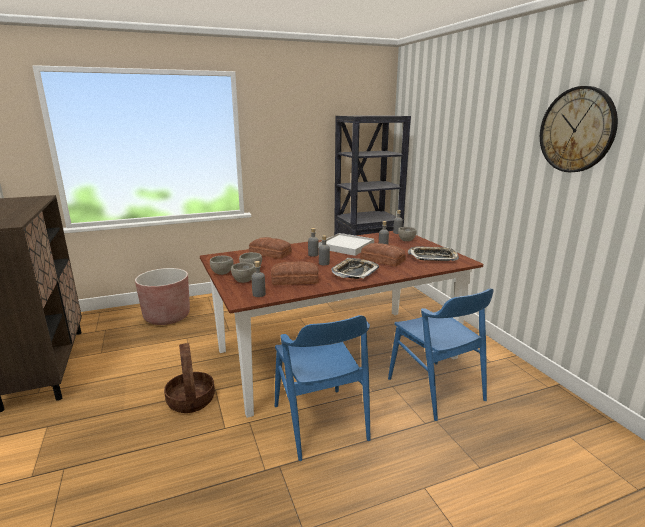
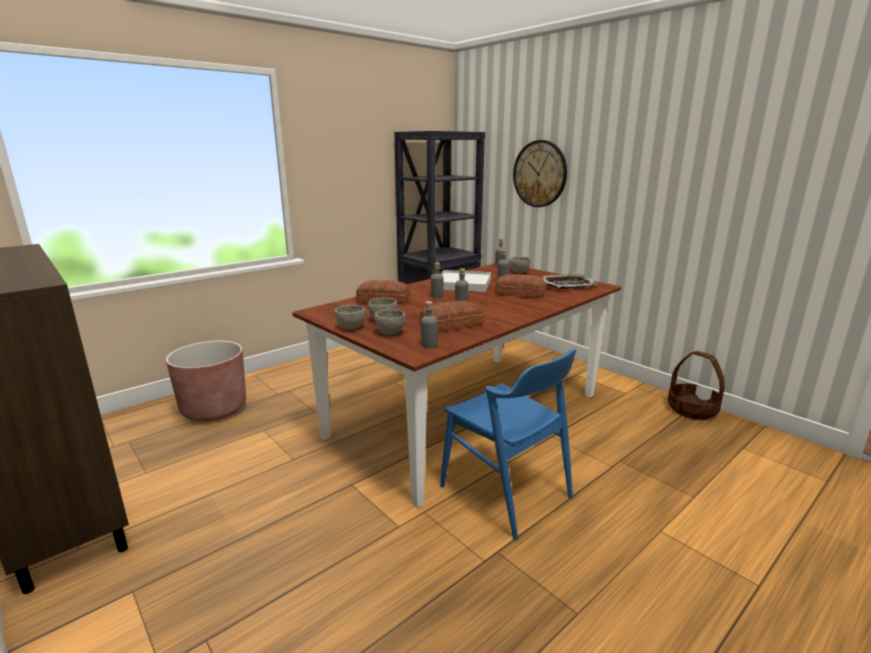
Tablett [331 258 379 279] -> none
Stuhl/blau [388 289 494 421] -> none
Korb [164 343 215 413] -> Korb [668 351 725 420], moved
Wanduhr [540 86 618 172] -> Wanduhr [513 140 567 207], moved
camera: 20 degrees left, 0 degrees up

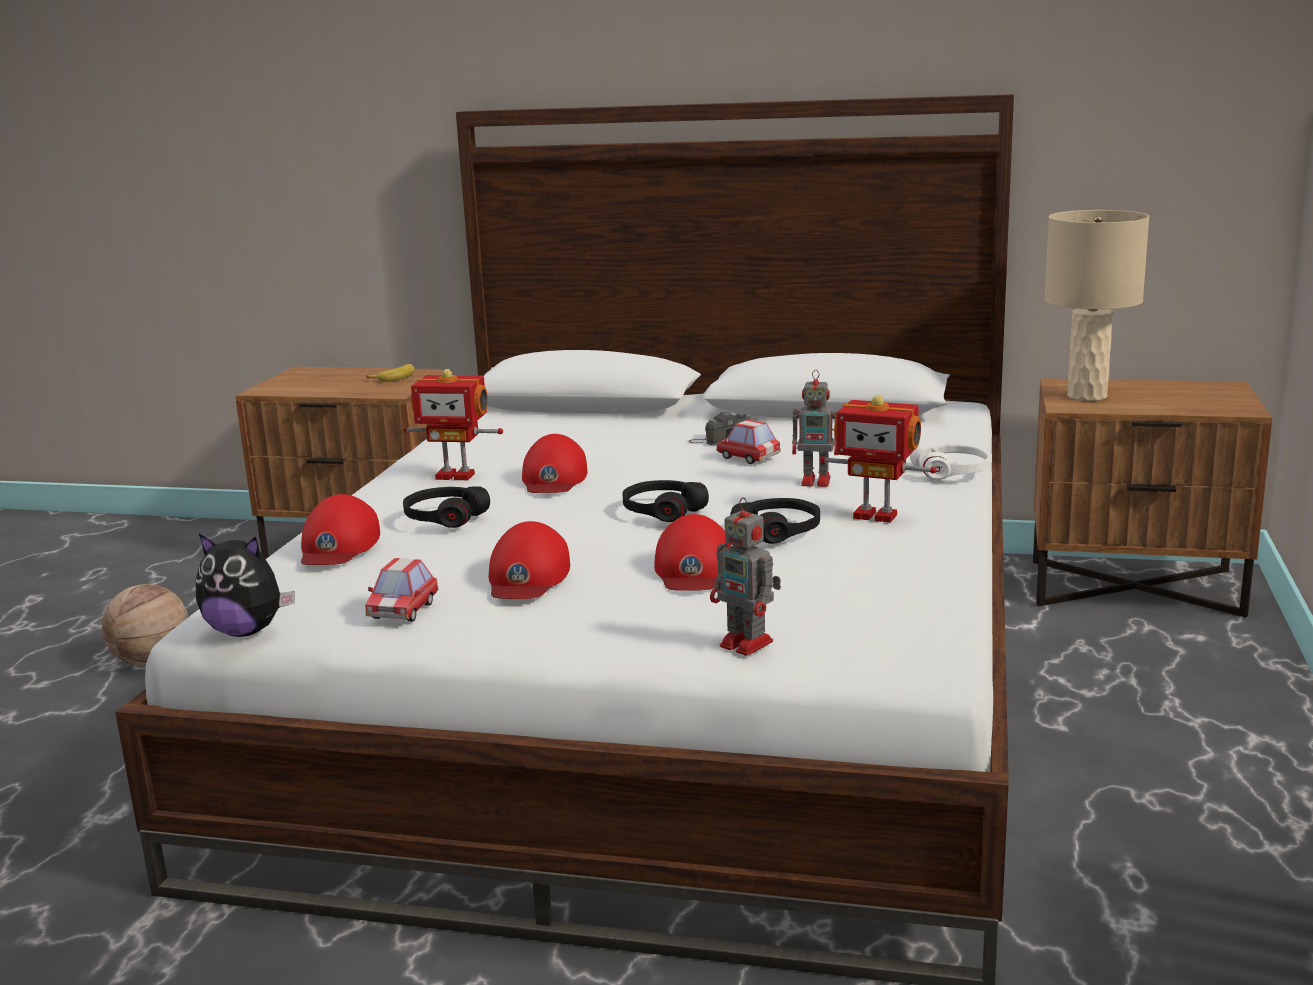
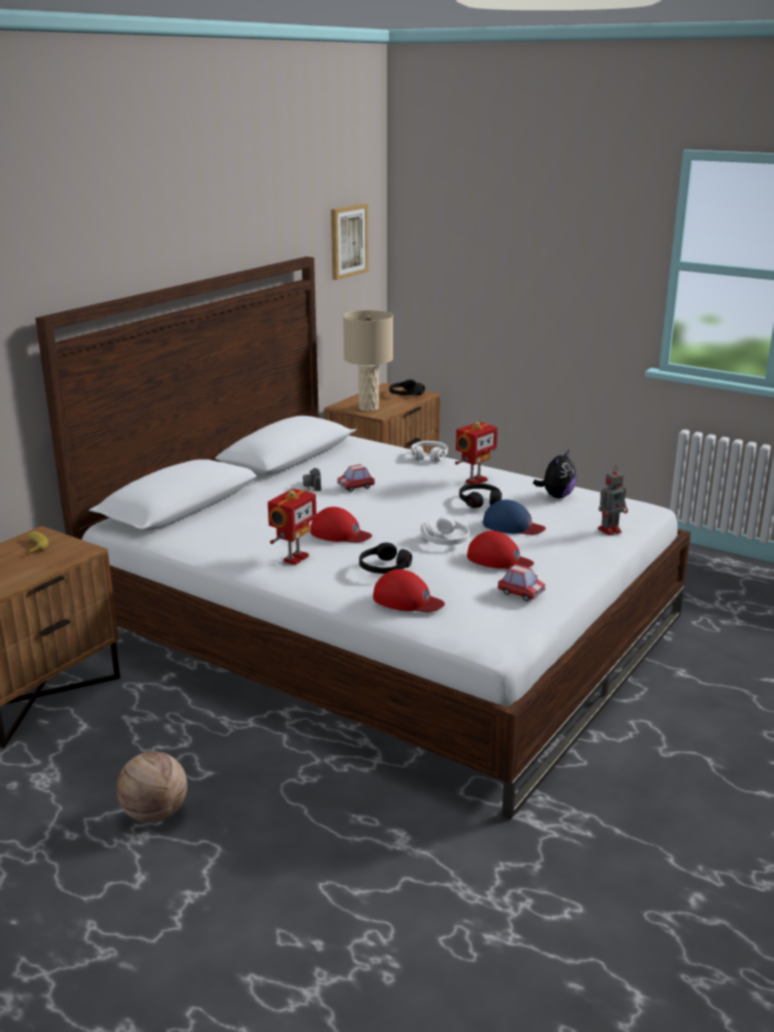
Spielzeugroboter [792 370 839 487] -> none
none -> Bild [331 204 369 280]
none -> Kopfhörer/weiß [421 517 470 545]
Plüschtier [196 534 295 637] -> Plüschtier [533 450 576 498], moved
Kopfhörer/schwarz [623 480 709 522] -> Kopfhörer/schwarz [389 379 425 395], moved
Kappe/rot [654 514 731 591] -> Kappe/blau [483 500 546 535]
camera: 70 degrees left, 5 degrees up

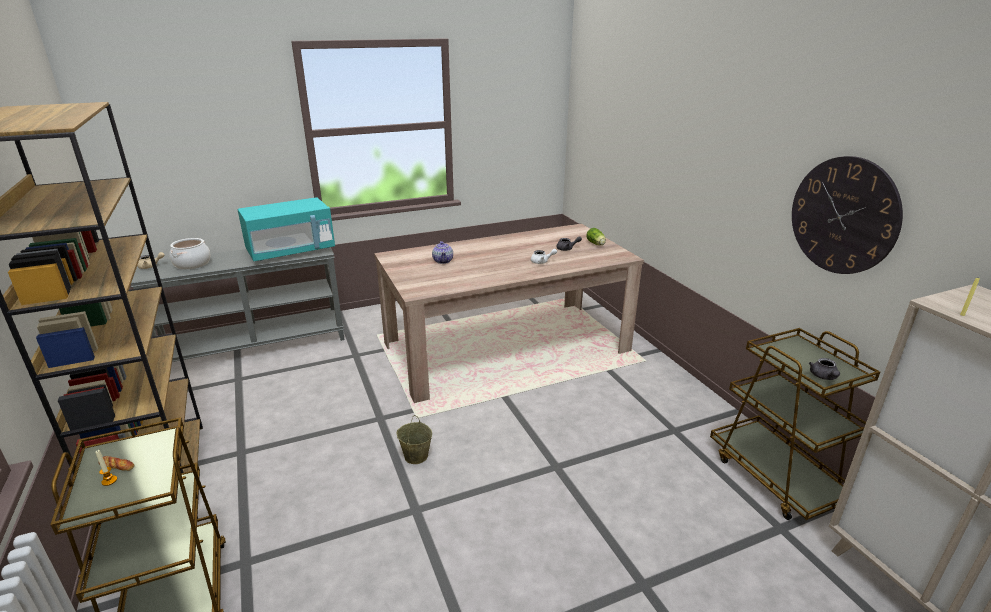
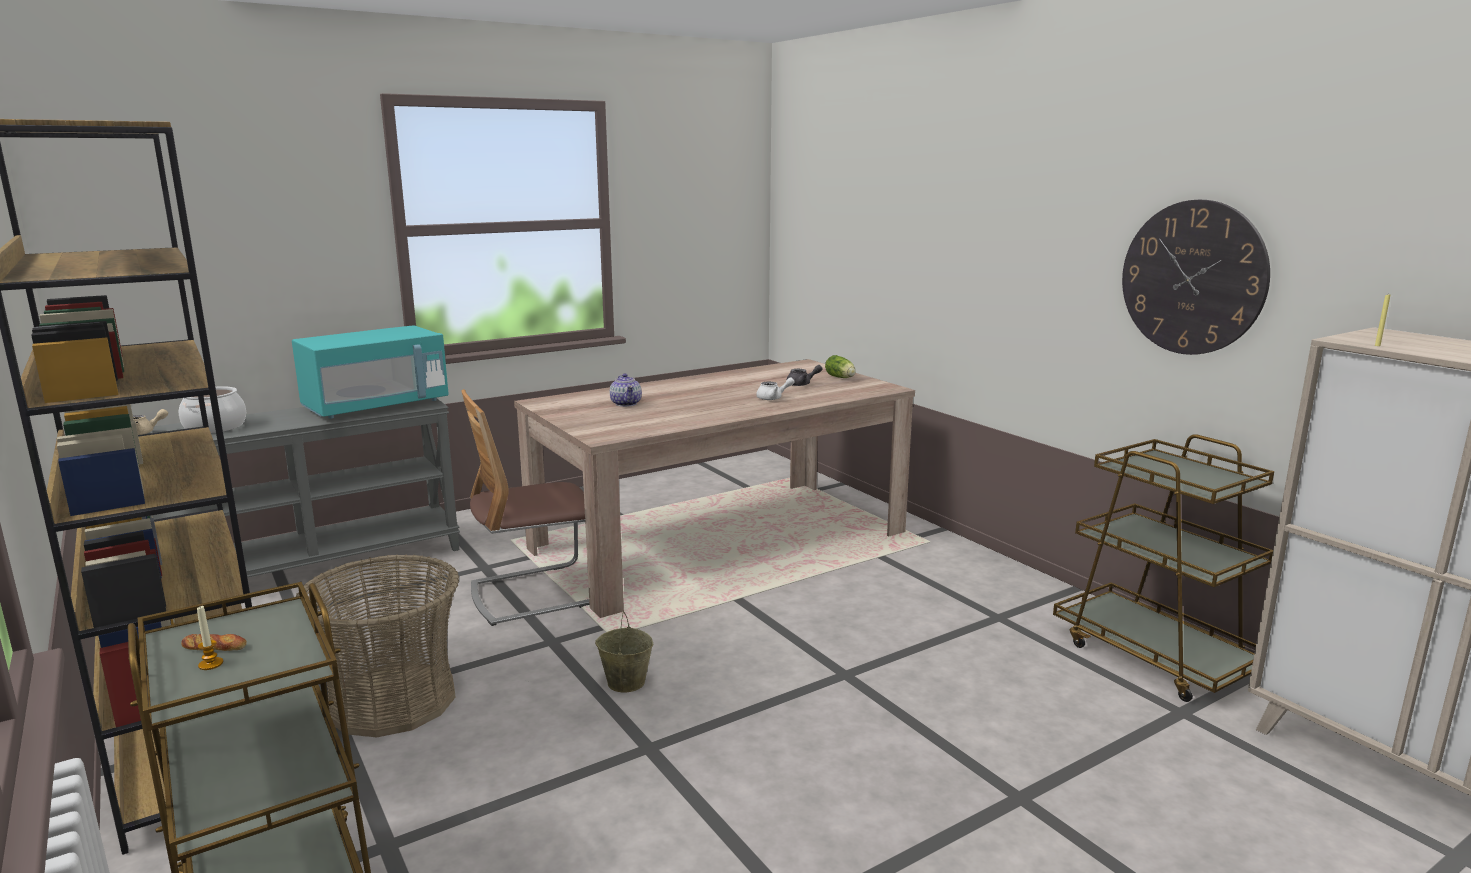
Teekanne/grau [809 358 840 380] -> none
none -> Korb [296 554 459 737]
none -> Stuhl [461 389 589 626]
camera: 10 degrees left, 10 degrees down

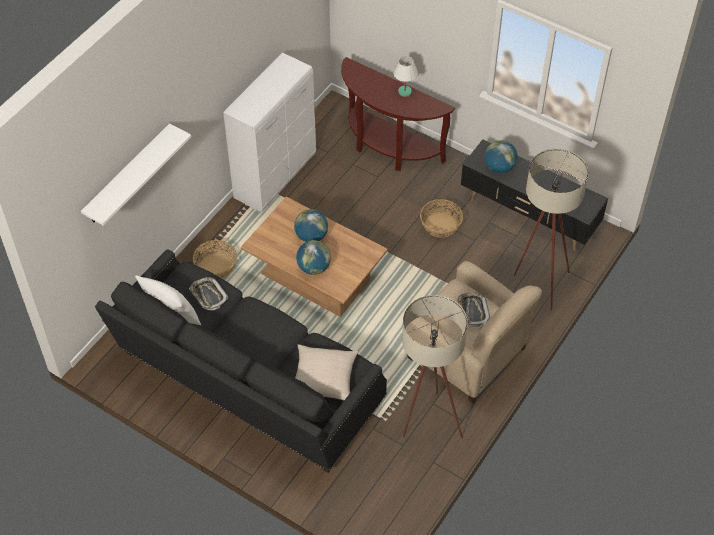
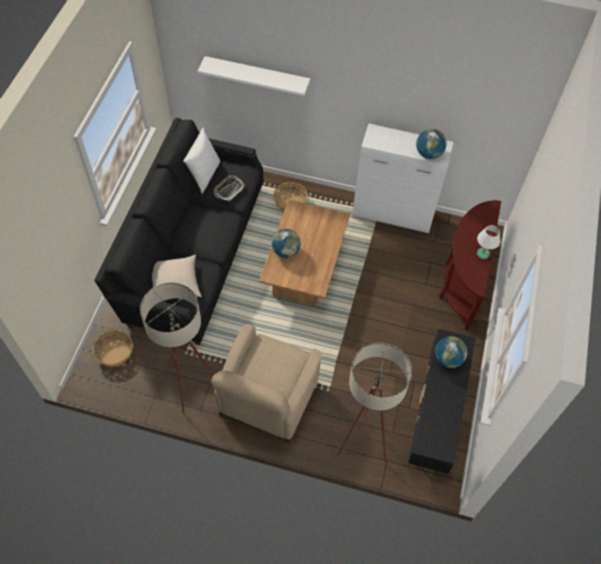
Tablett [457 292 490 327] -> none
Globus [294 209 328 242] -> Globus [416 129 447 159], moved
Korb [420 199 463 238] -> Korb [92 330 133 367], moved
camera: 70 degrees right, 5 degrees up

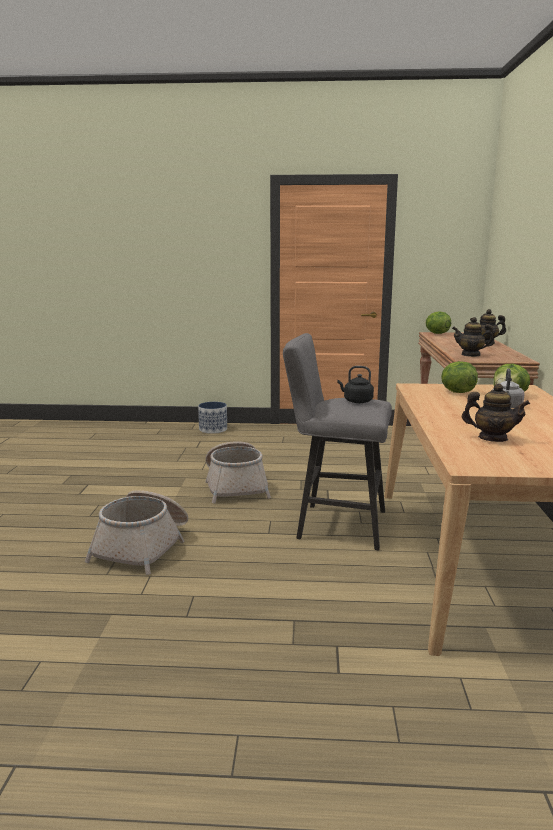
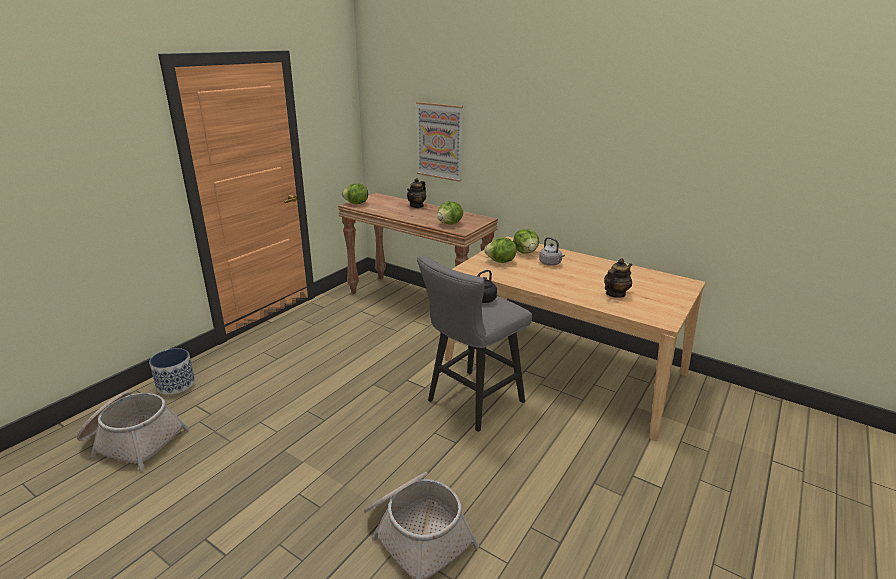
none -> Bild [416 102 463 182]
Korb [205 441 271 503] -> Korb [77 391 190 472], moved
Teekanne [452 317 494 357] -> Salatkopf [437 201 463 224]
camera: 60 degrees left, 10 degrees up

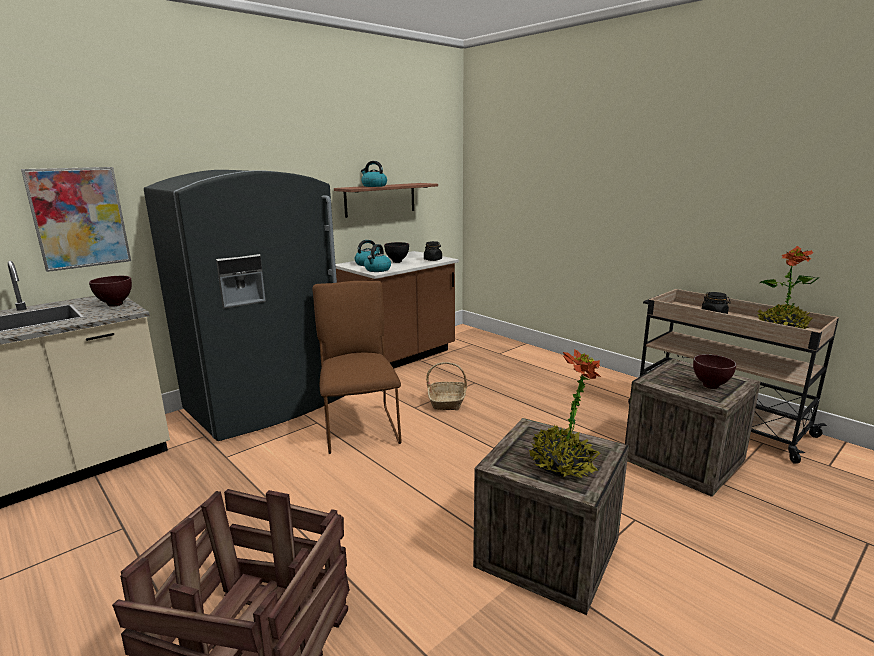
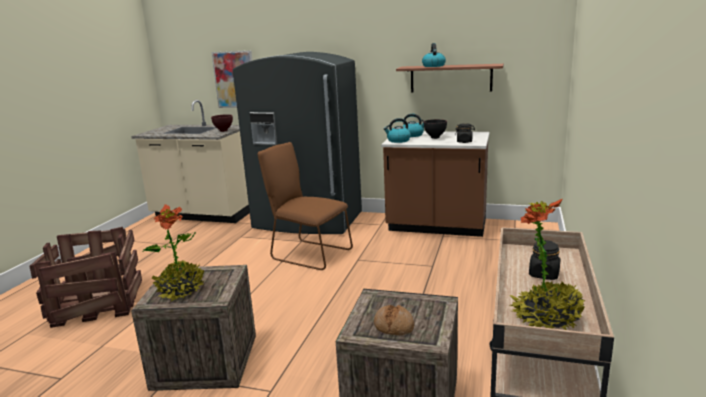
Korb [426 362 467 410] -> none
Schüssel/braun [693 354 736 389] -> Brot [374 305 414 335]
Stuhl/braun [312 281 401 454] -> Stuhl/braun [258 142 353 270], 105 degrees counterclockwise
camera: 60 degrees right, 0 degrees up

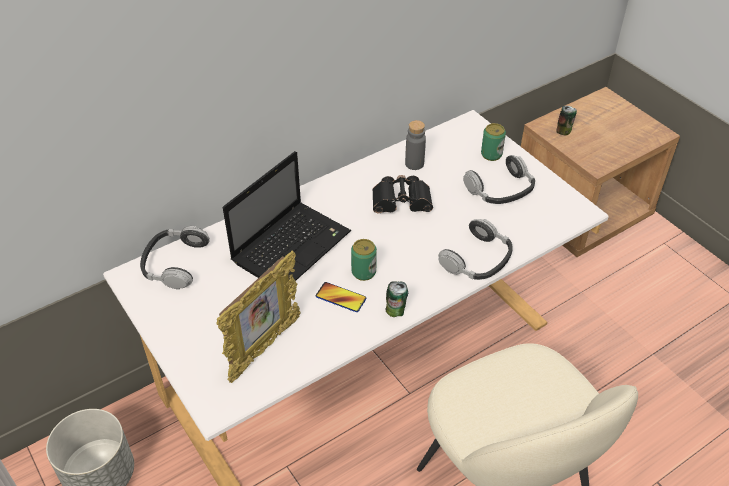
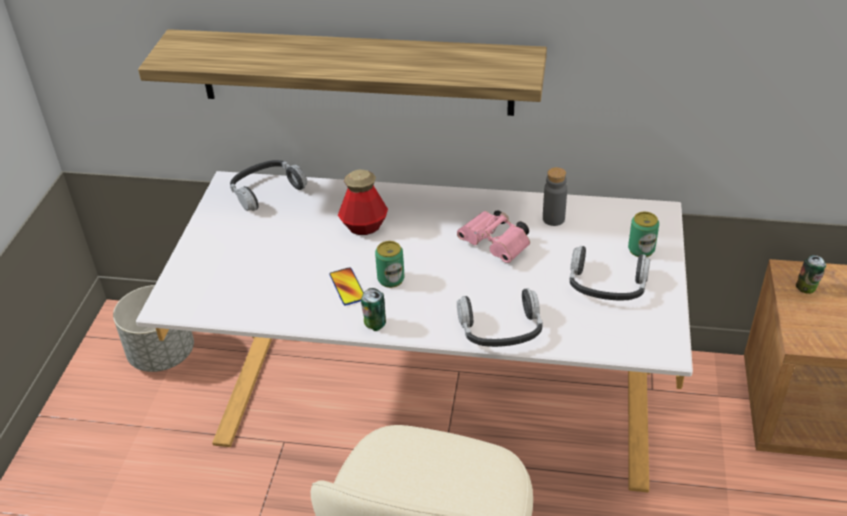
Bilderrahmen [216 250 301 383] -> none
none -> Wandregal [138 29 547 116]
Laptop [223 151 351 281] -> Flasche [338 170 388 235]
Fernglas/schwarz [372 175 433 213] -> Fernglas/rosa [457 210 530 263]
camera: 45 degrees right, 5 degrees down

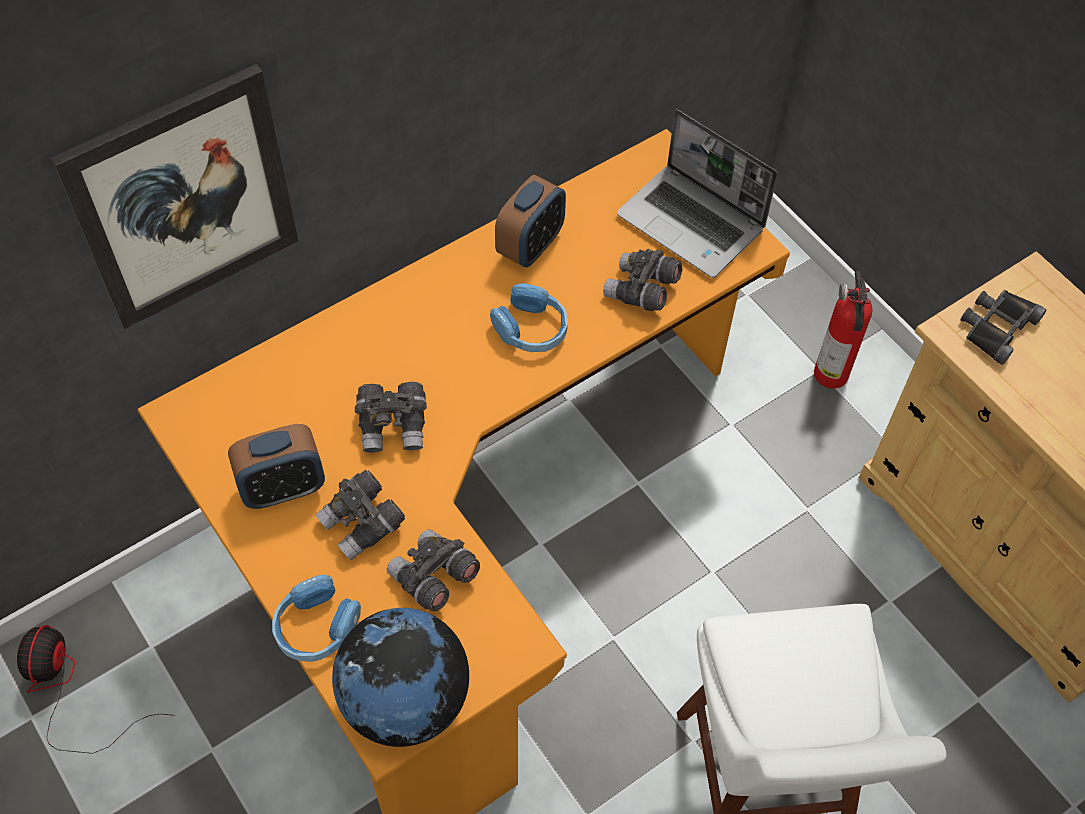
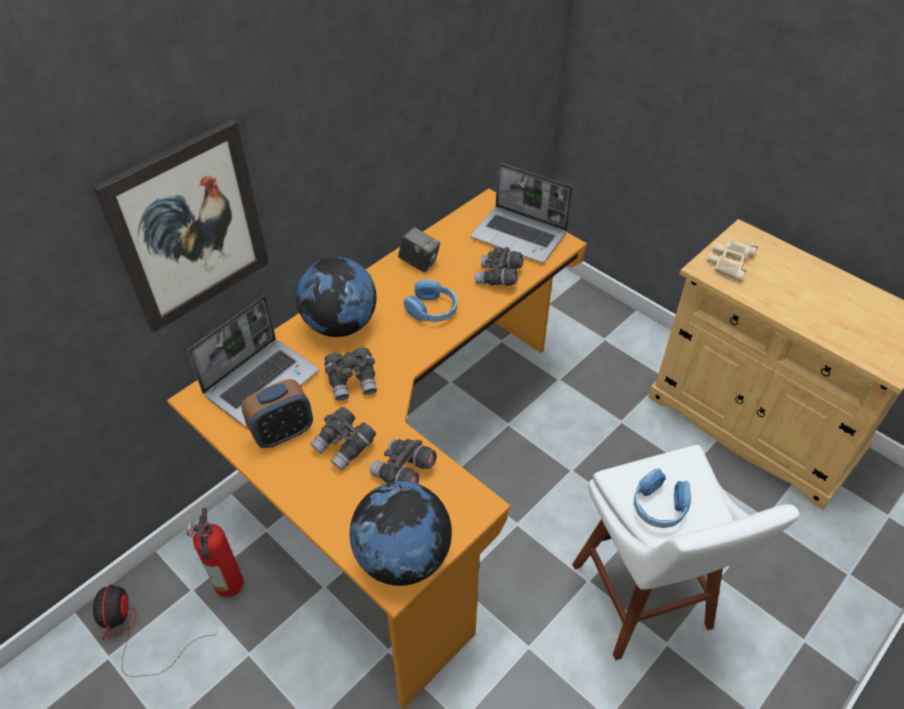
none -> Laptop [188 296 319 428]
none -> Globus [296 257 377 337]
Kopfhörer/blau [272 575 361 662] -> Kopfhörer/blau [634 468 691 528], moved
Feuerlöscher [814 271 873 389] -> Feuerlöscher [186 508 244 597], moved
Wecker [495 175 566 268] -> Kamera [398 227 440 273]
Fernglas/schwarz [961 290 1046 365] -> Fernglas/beige [707 239 758 282]
camera: 10 degrees left, 10 degrees down

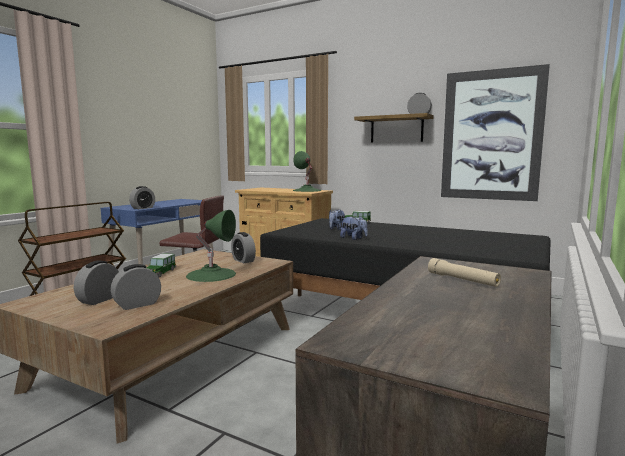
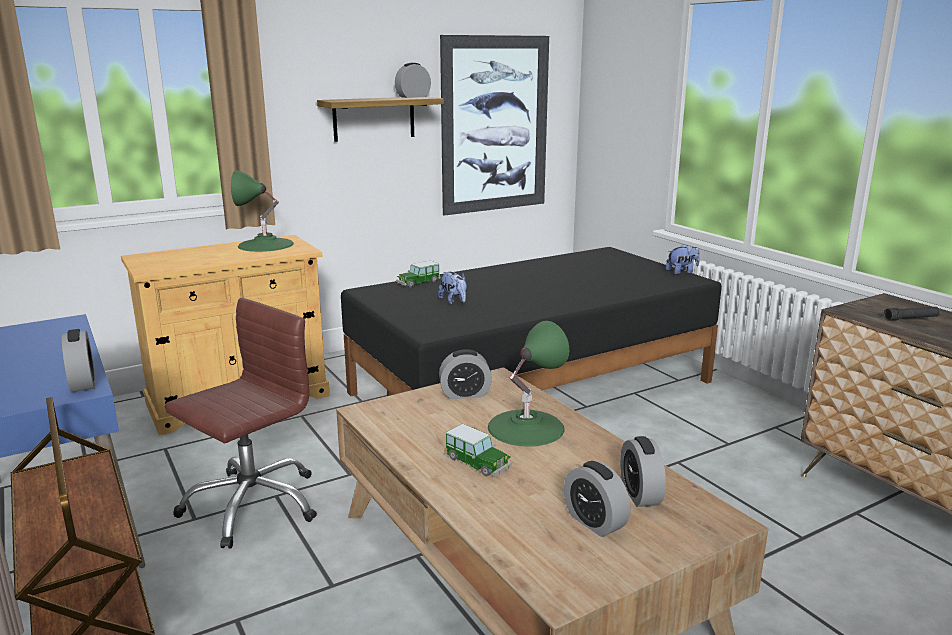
Plüschtier [340 216 368 240] -> Plüschtier [666 244 700 275], moved
Taschenlampe/beige [428 258 501 287] -> Taschenlampe/schwarz [884 307 940 321]
camera: 60 degrees left, 10 degrees up

